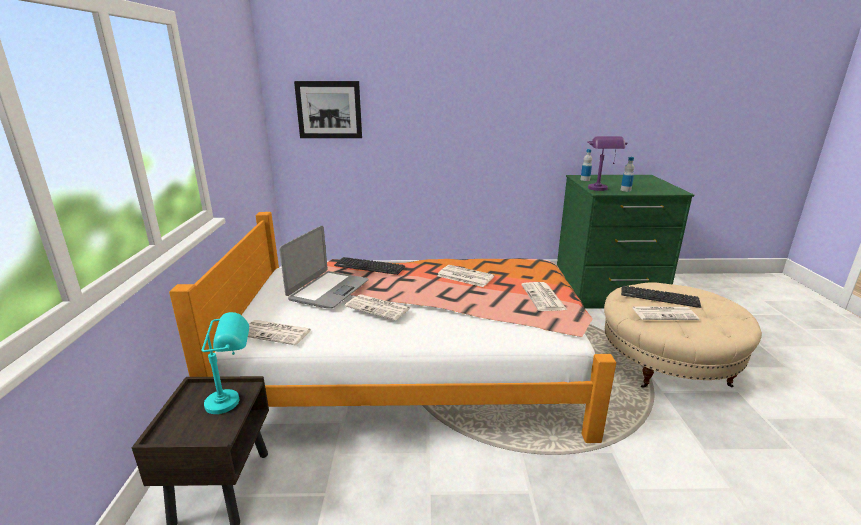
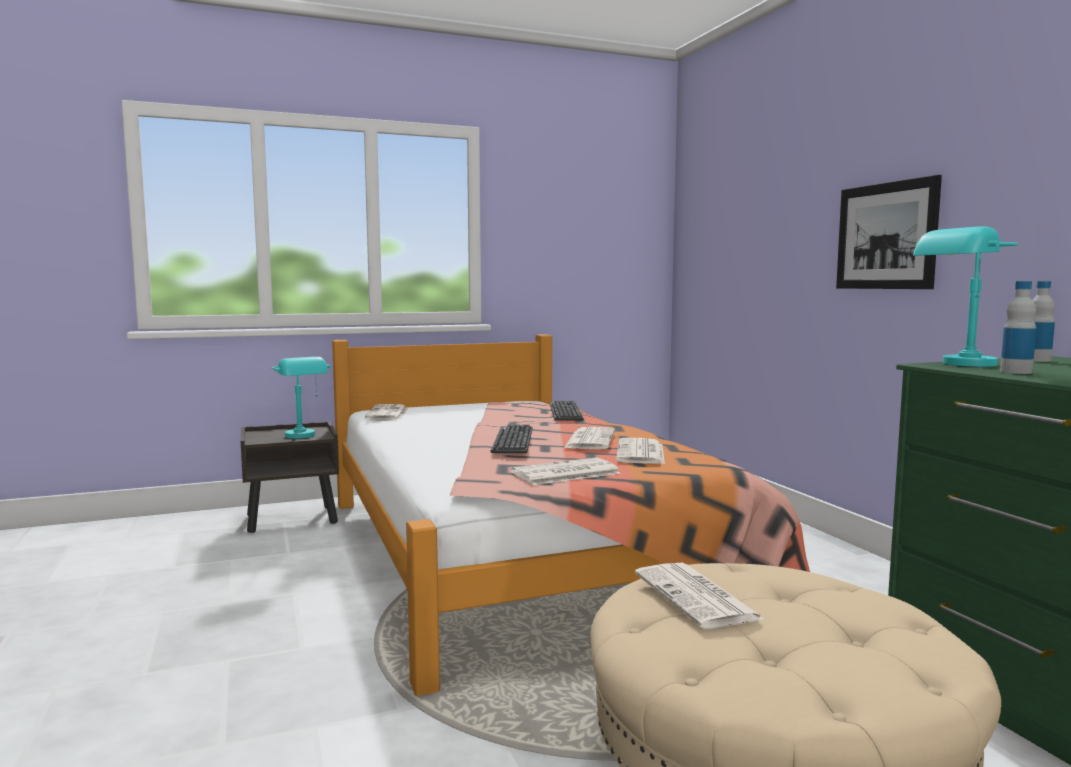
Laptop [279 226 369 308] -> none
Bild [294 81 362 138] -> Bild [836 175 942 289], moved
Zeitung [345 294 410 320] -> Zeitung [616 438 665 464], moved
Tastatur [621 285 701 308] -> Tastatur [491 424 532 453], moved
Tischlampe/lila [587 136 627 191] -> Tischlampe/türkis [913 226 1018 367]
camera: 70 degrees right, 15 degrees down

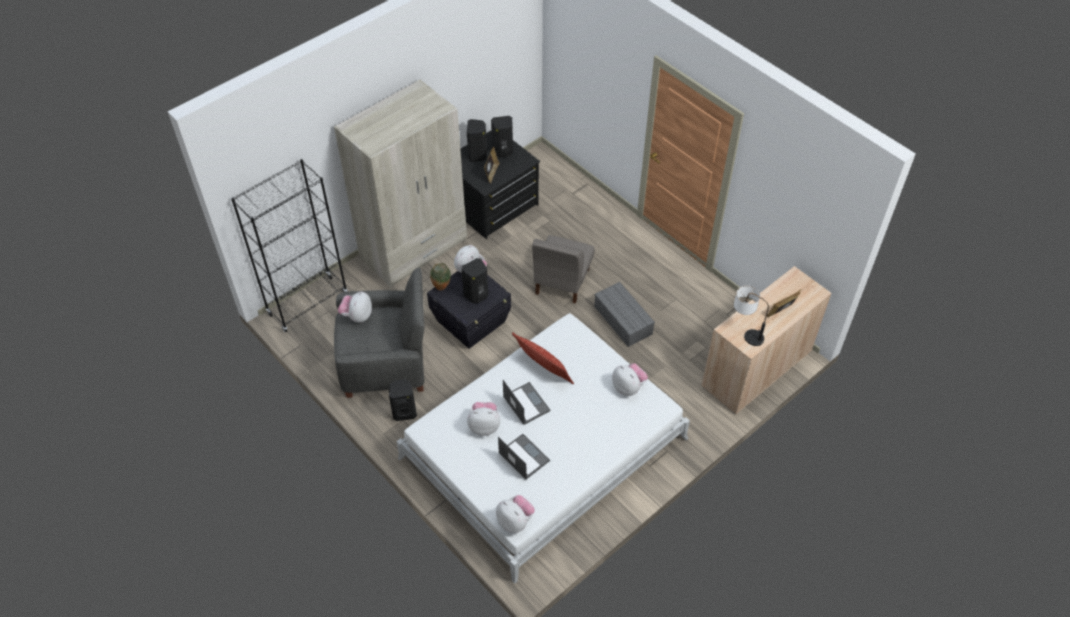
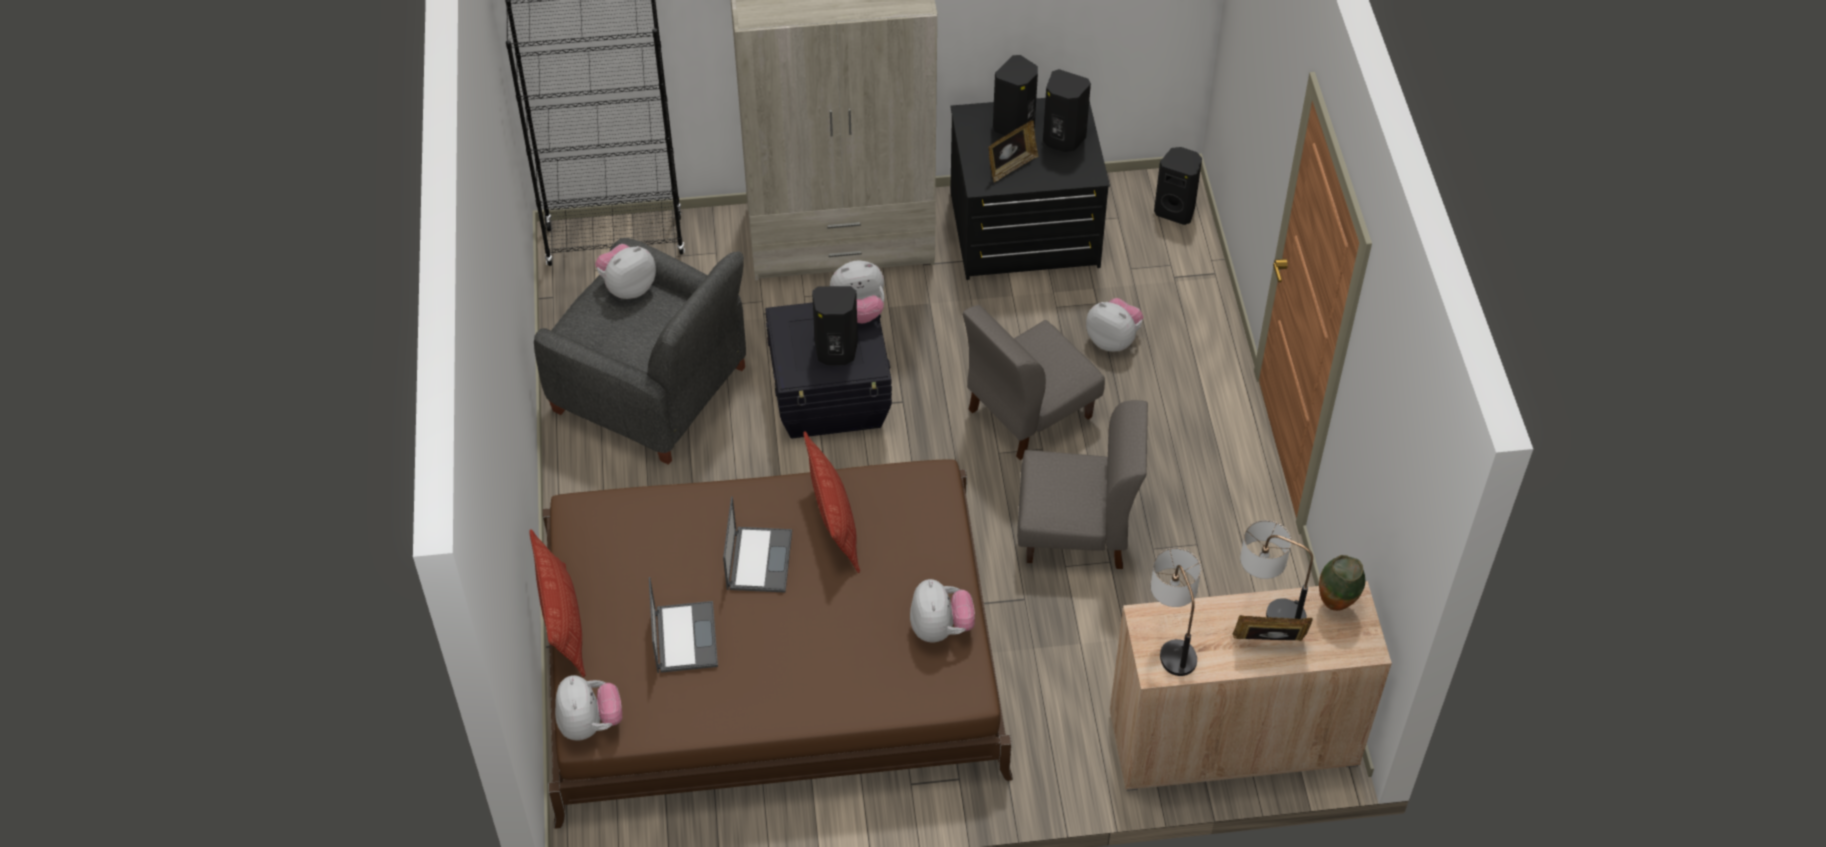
none -> Kissen [529 529 586 677]
none -> Tischlampe [1240 520 1313 619]
Lautsprecher/schwarz [389 379 417 421] -> Lautsprecher/schwarz [1154 147 1202 225], moved
Vase [430 263 451 291] -> Vase [1319 555 1365 611], moved
Plüschtier [467 402 500 436] -> Plüschtier [1086 298 1143 351], moved
Aufbewahrungsbox/grau [594 282 655 347] -> Stuhl/grau [1017 400 1148 569]
Bett/weiß [396 313 690 584] -> Bett/braun [543 459 1013 829]
camera: 35 degrees right, 0 degrees up

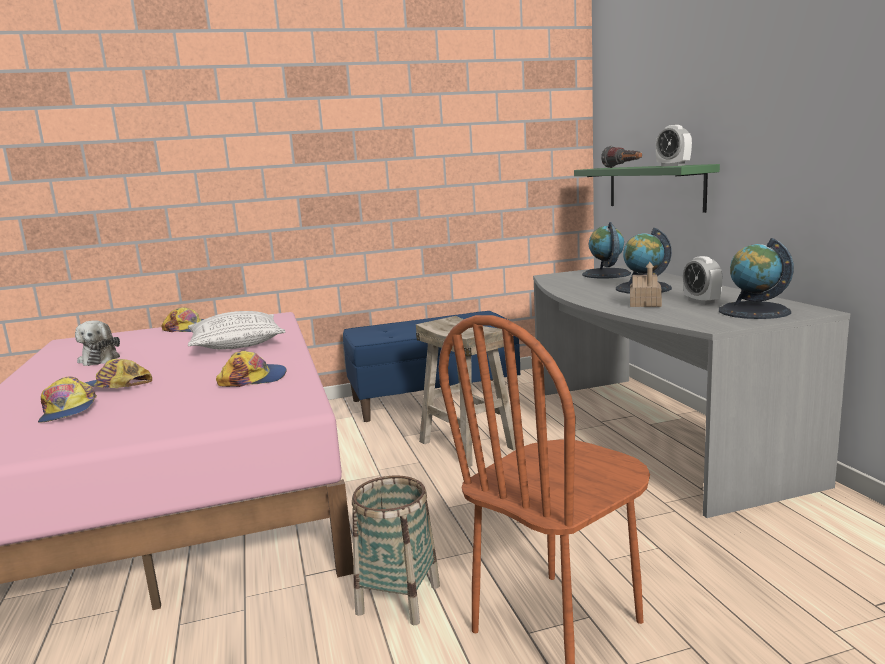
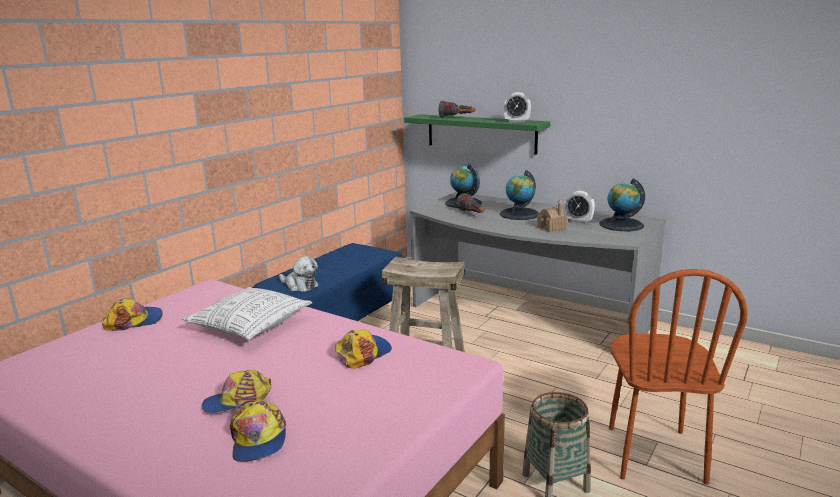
none -> Taschenlampe [456 193 484 213]
Plüschtier [75 321 120 366] -> Plüschtier [279 256 319 292], moved
Kappe [38 377 97 423] -> Kappe [230 401 286 462], 45 degrees clockwise
camera: 40 degrees left, 5 degrees up

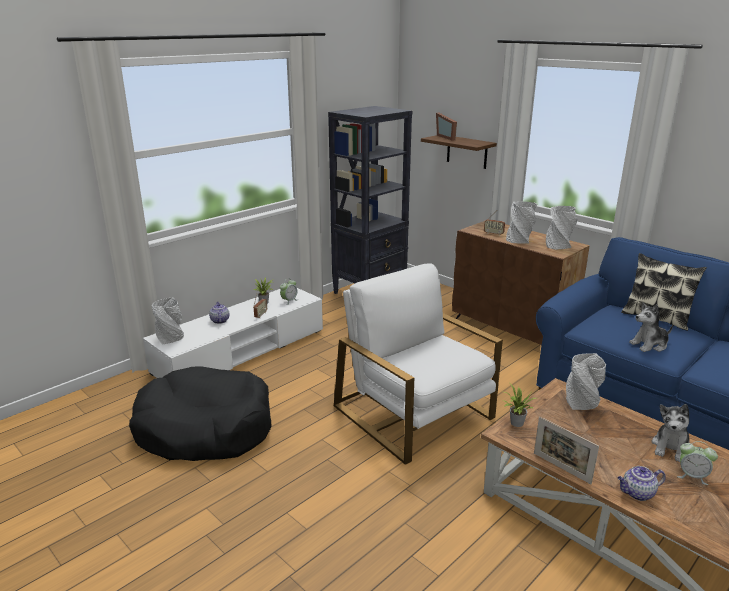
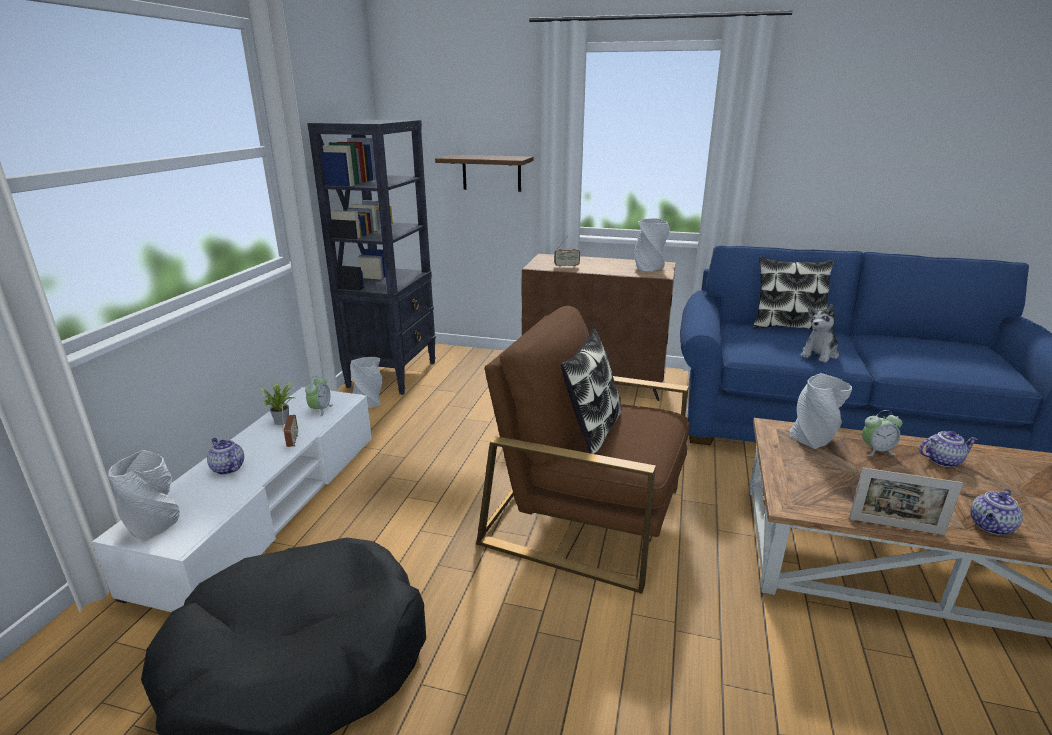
Bilderrahmen [436 113 457 141] -> none
Topfpflanze [504 384 536 427] -> none
none -> Kissen [561 329 622 454]
Vase/grau [506 201 537 243] -> Vase/grau [350 357 383 408], moved
Wecker [677 441 718 485] -> Wecker [862 410 903 456], moved
Plüschtier [652 404 690 462] -> Teekanne [919 431 978 467]
Sessel/weiß [334 263 503 465] -> Sessel/braun [476 306 689 594]
camera: 30 degrees left, 0 degrees up

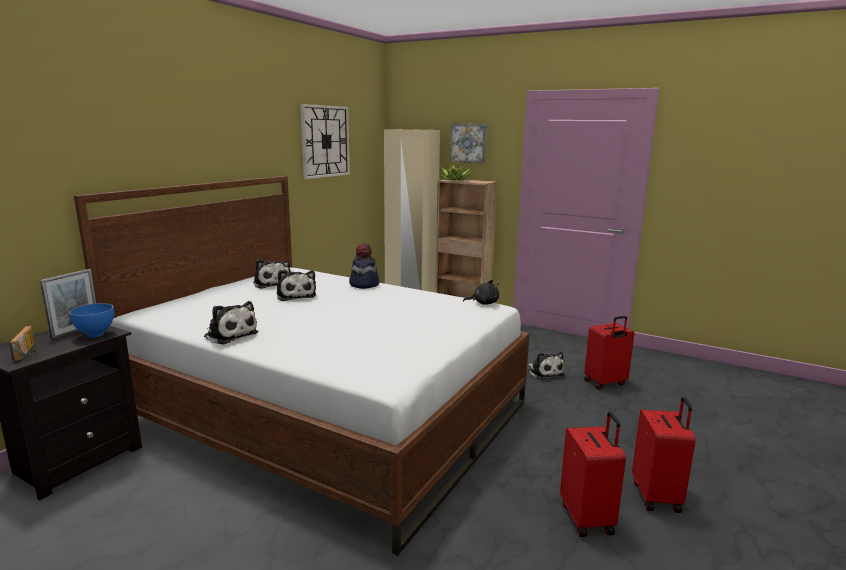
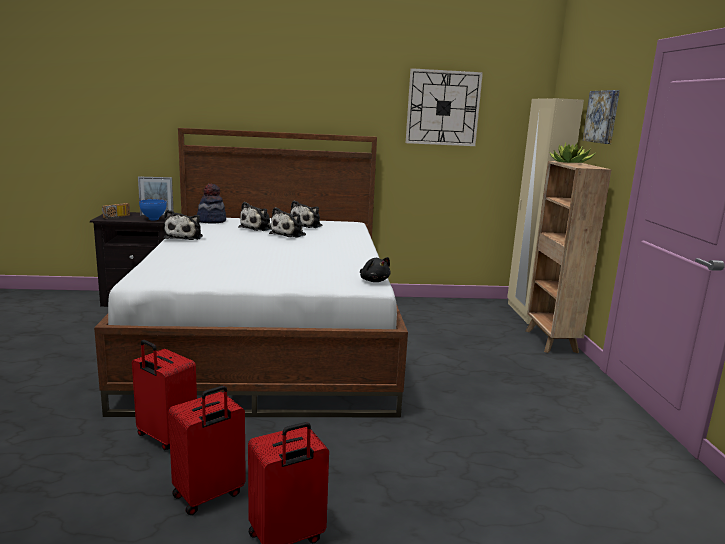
Hut [349 243 380 289] -> Hut [197 184 226 224], moved
Plüschtier [527 352 564 380] -> Plüschtier [238 202 272 231], moved
Koffer/rot [584 316 634 390] -> Koffer/rot [132 340 197 450], moved
camera: 55 degrees right, 0 degrees up

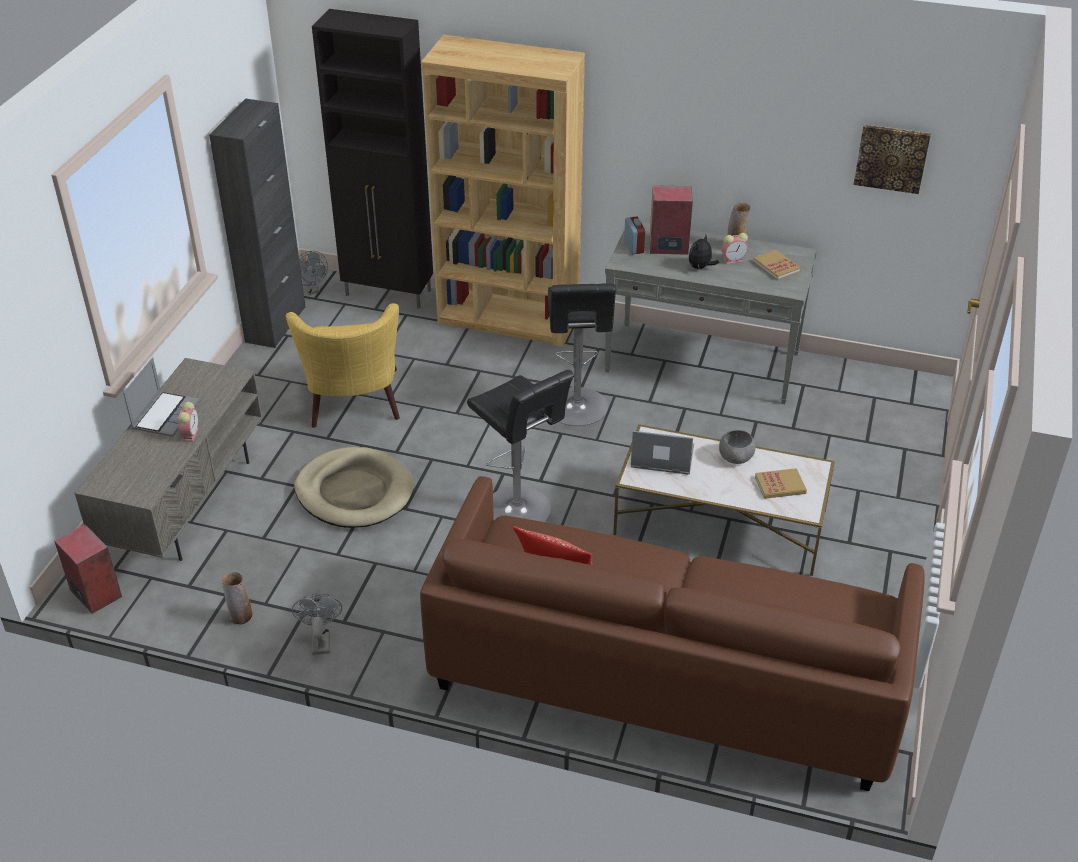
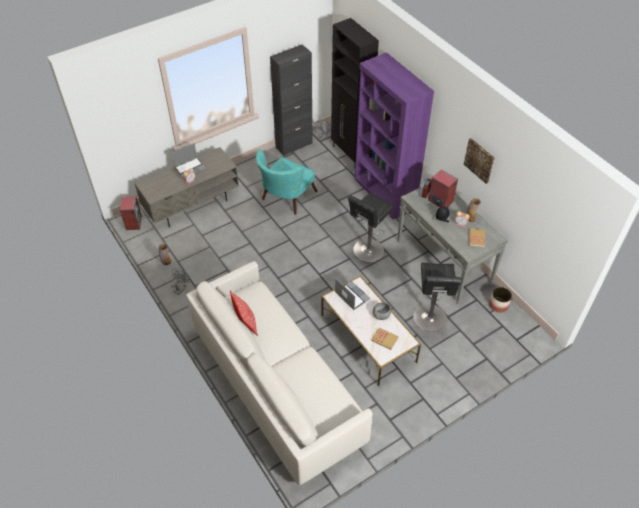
Hundebett/beige [294 447 414 528] -> none
none -> Pflanzkübel [489 287 512 313]
Hocker/schwarz [467 370 574 522] -> Hocker/schwarz [413 263 462 332], moved
Bild [853 124 931 194] -> Bild [464 138 495 184], moved
Sessel/gelb [286 303 400 428] -> Sessel/türkis [256 149 317 215]
Sofa/braun [420 476 925 791] -> Sofa/weiß [186 261 373 485]
Bücherregal/braun [421 35 585 347] -> Bücherregal/lila [355 52 434 219]
camera: 40 degrees right, 10 degrees up

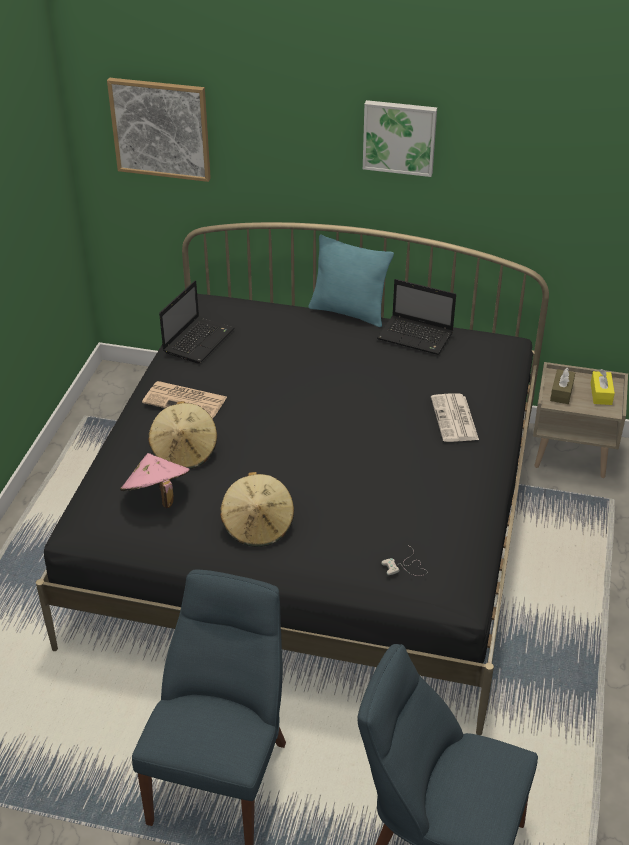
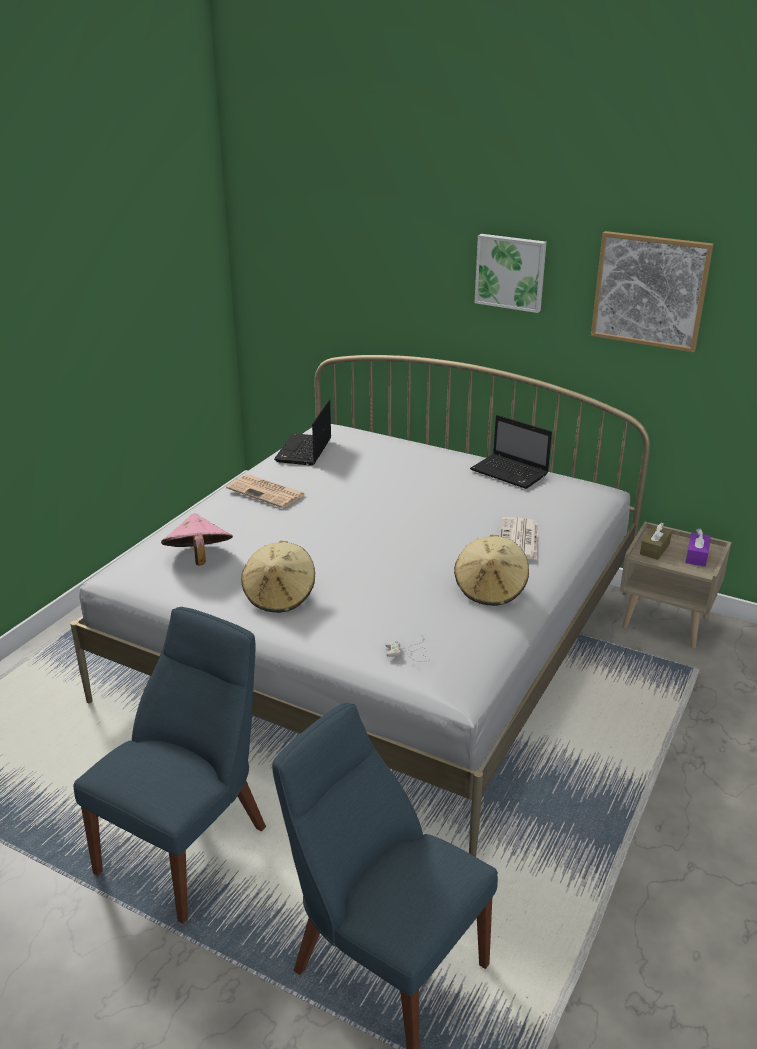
Kissen/türkis [308 235 394 327] -> none
Bild [107 78 211 182] -> Bild [591 231 714 353], moved
Hut/beige [148 401 217 469] -> Hut/beige [454 535 529 606], moved
Bett/schwarz [36 222 549 735] -> Bett/weiß [70 355 650 857]
Taschentuchbox/gelb [591 369 615 405] -> Taschentuchbox/lila [686 529 711 567]
Laptop [159 281 234 364] -> Laptop [274 399 331 466], 150 degrees clockwise
camera: 15 degrees right, 10 degrees down

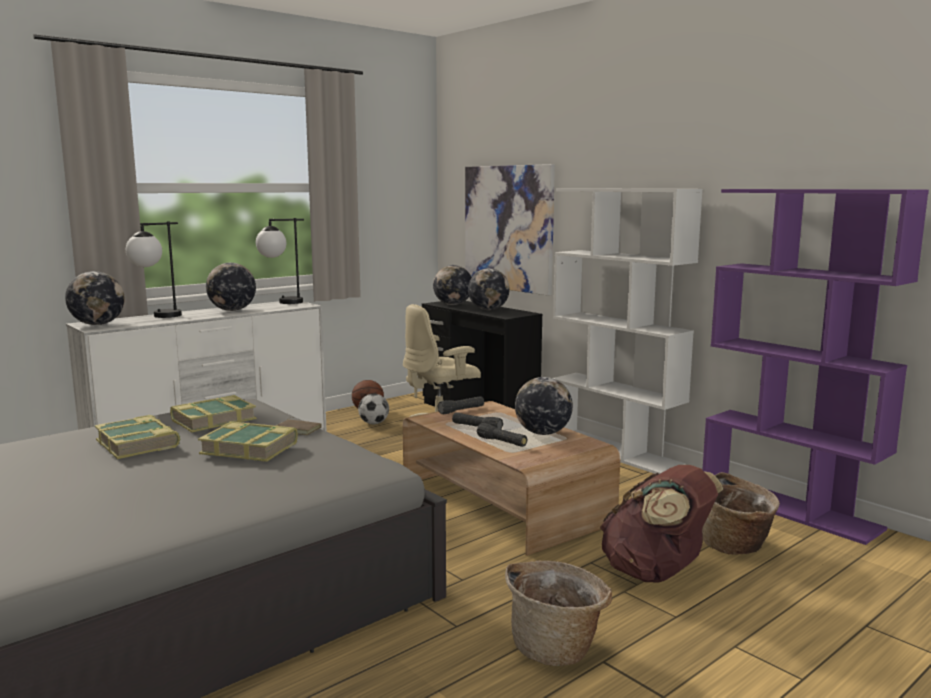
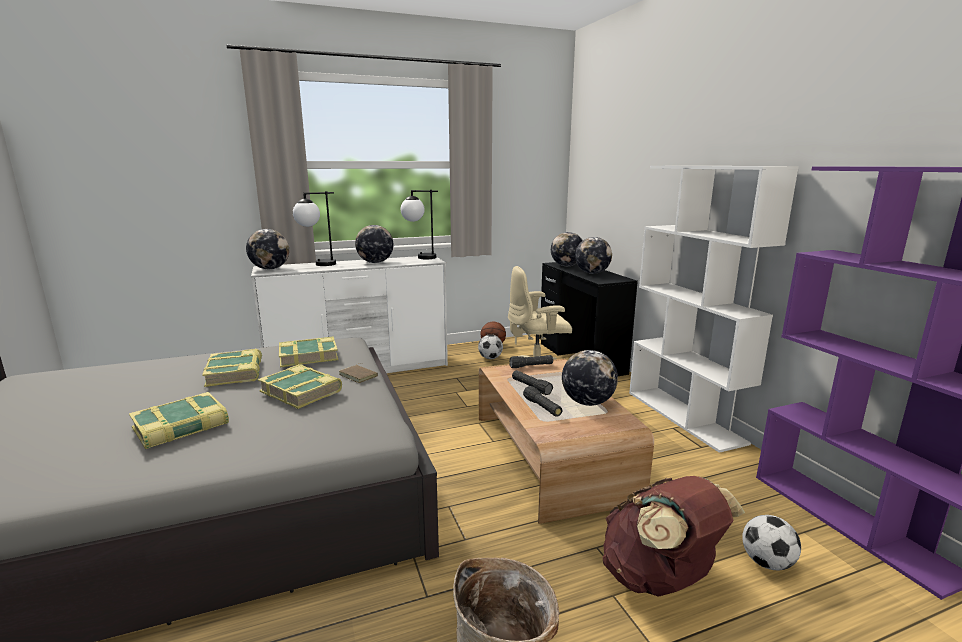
Bild [465 164 555 296] -> none
none -> Buch [129 392 229 449]
Korb [702 472 780 555] -> Fußball [742 515 801 571]
camera: 20 degrees right, 5 degrees up

